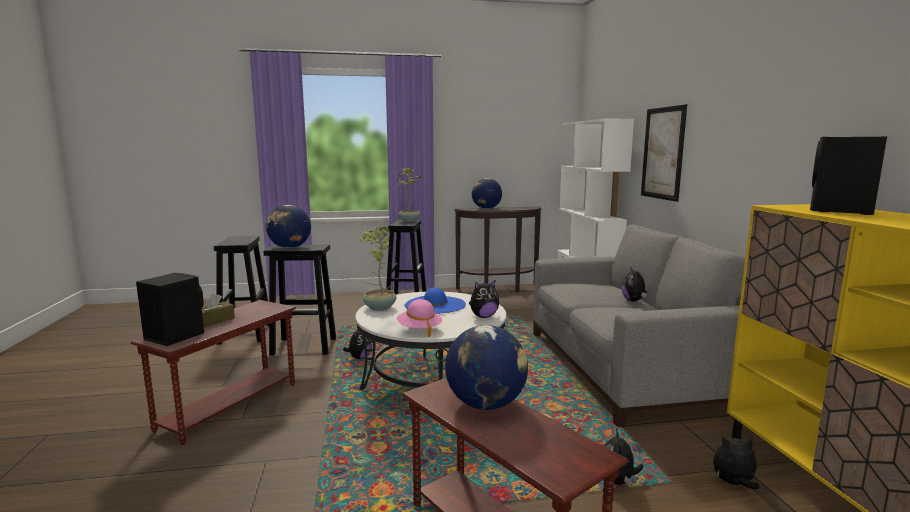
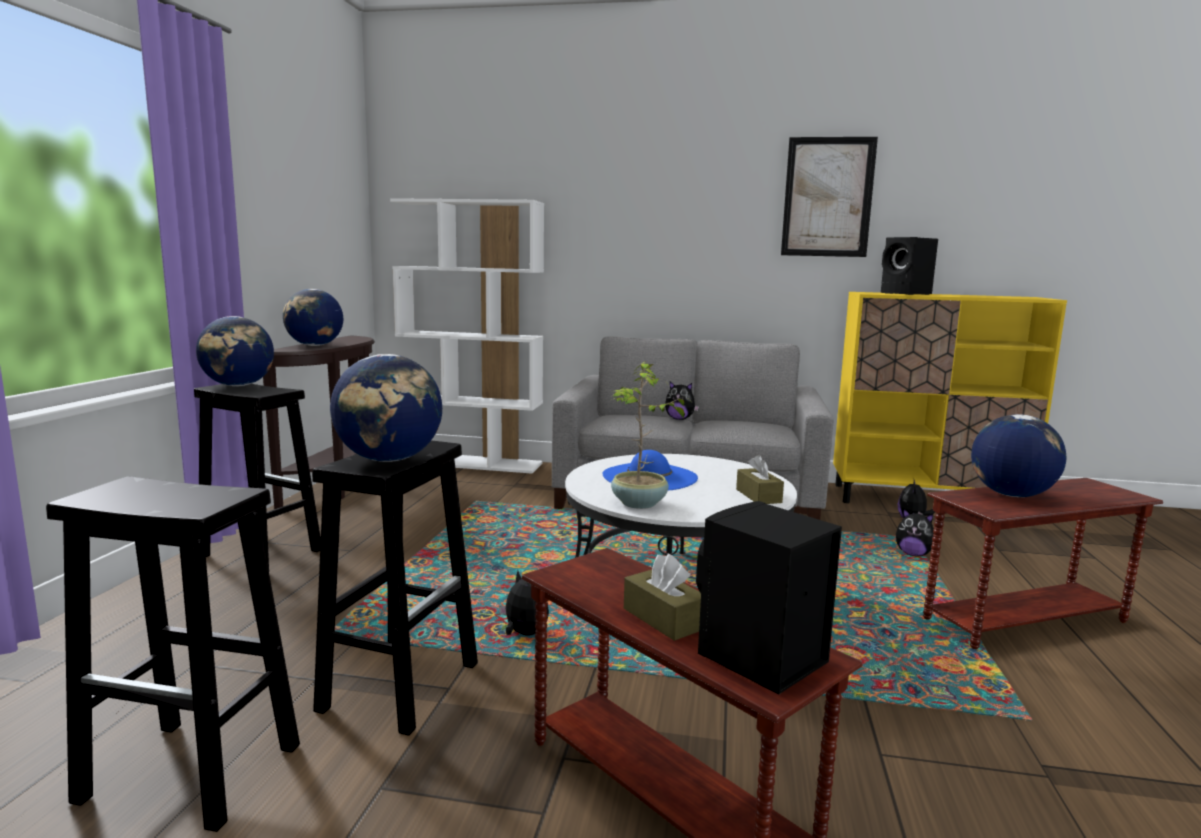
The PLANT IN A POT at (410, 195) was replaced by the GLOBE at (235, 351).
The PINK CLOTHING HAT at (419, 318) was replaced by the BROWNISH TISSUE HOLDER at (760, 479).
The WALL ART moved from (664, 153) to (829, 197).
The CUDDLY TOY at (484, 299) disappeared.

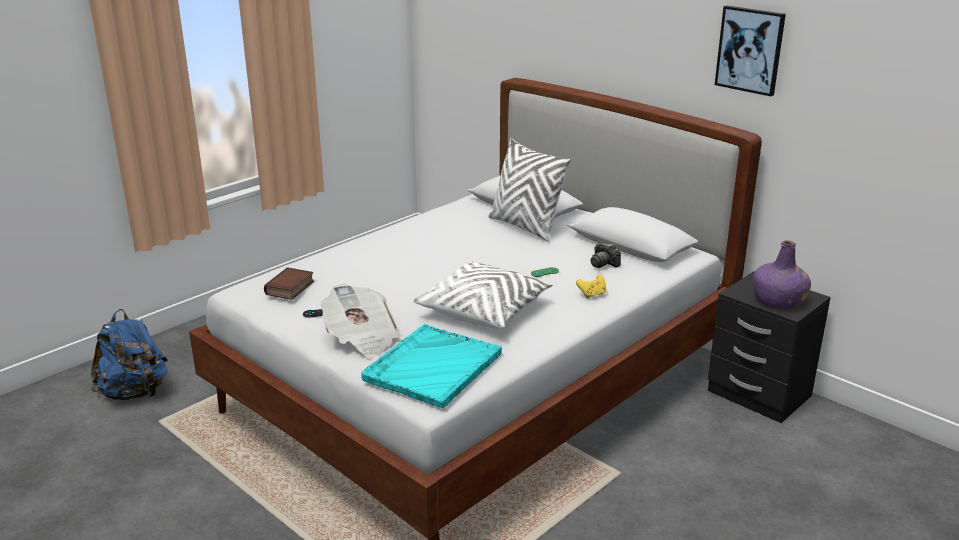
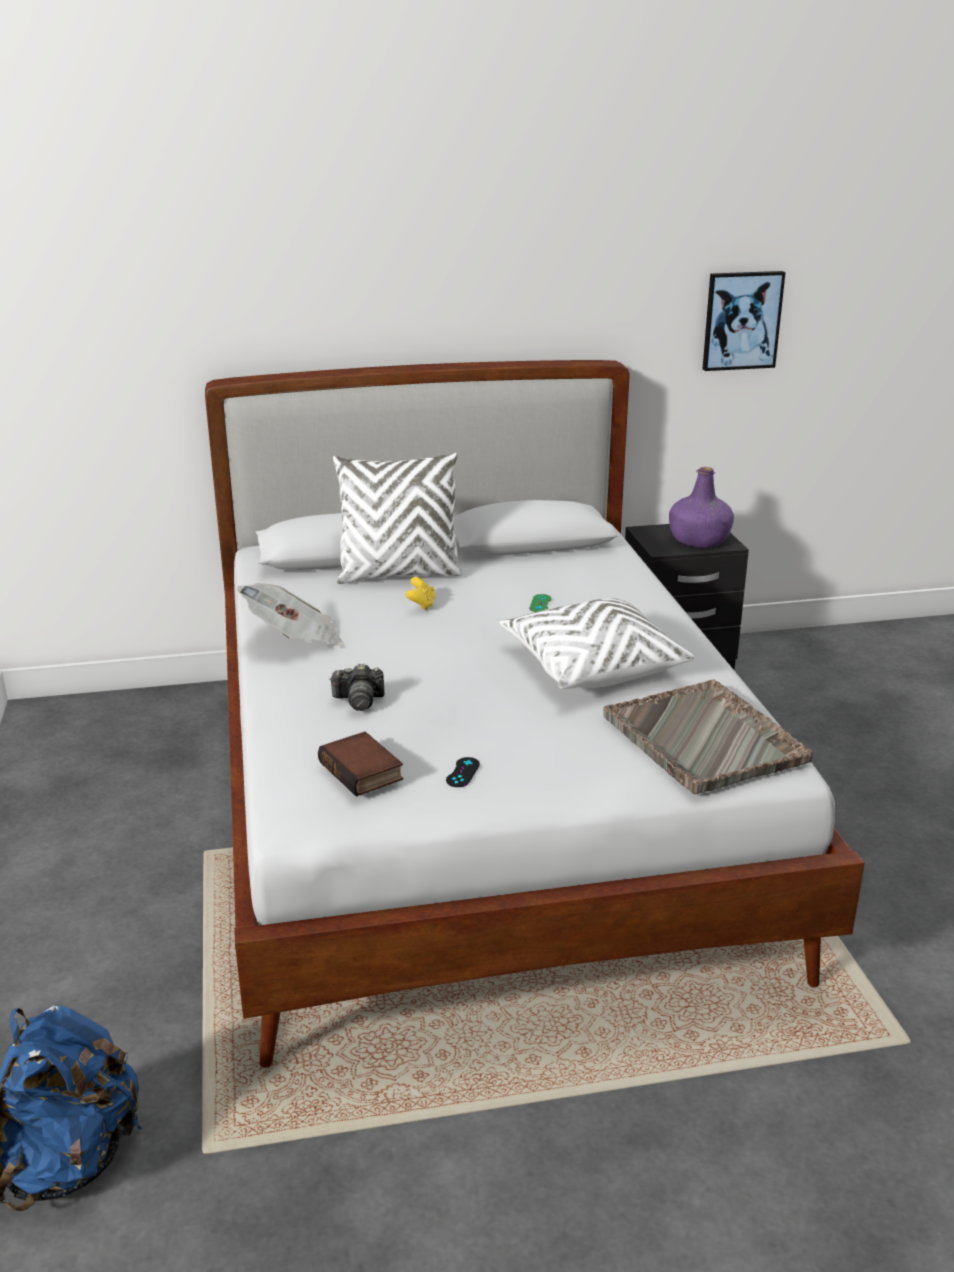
The NEWSPAPER moved from (360, 321) to (291, 614).
The PHOTO CAMERA moved from (606, 255) to (357, 687).
The YELLOW GAMEPAD moved from (591, 286) to (420, 593).
The BLUE-GREEN SERVING TRAY at (431, 366) became the GRAY SERVING TRAY at (708, 737).
The WALL ART moved from (750, 51) to (744, 321).

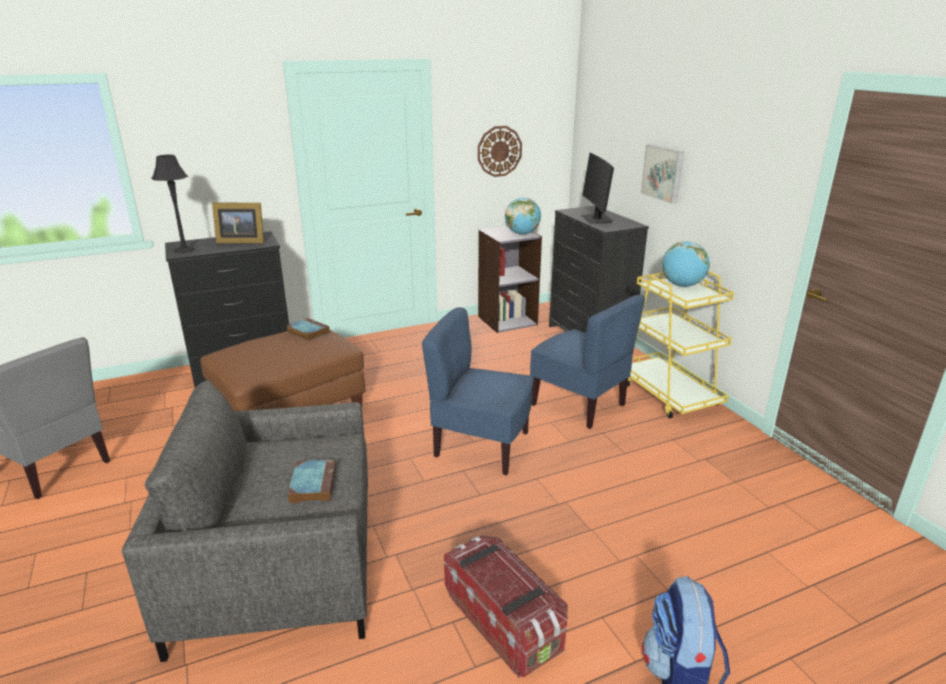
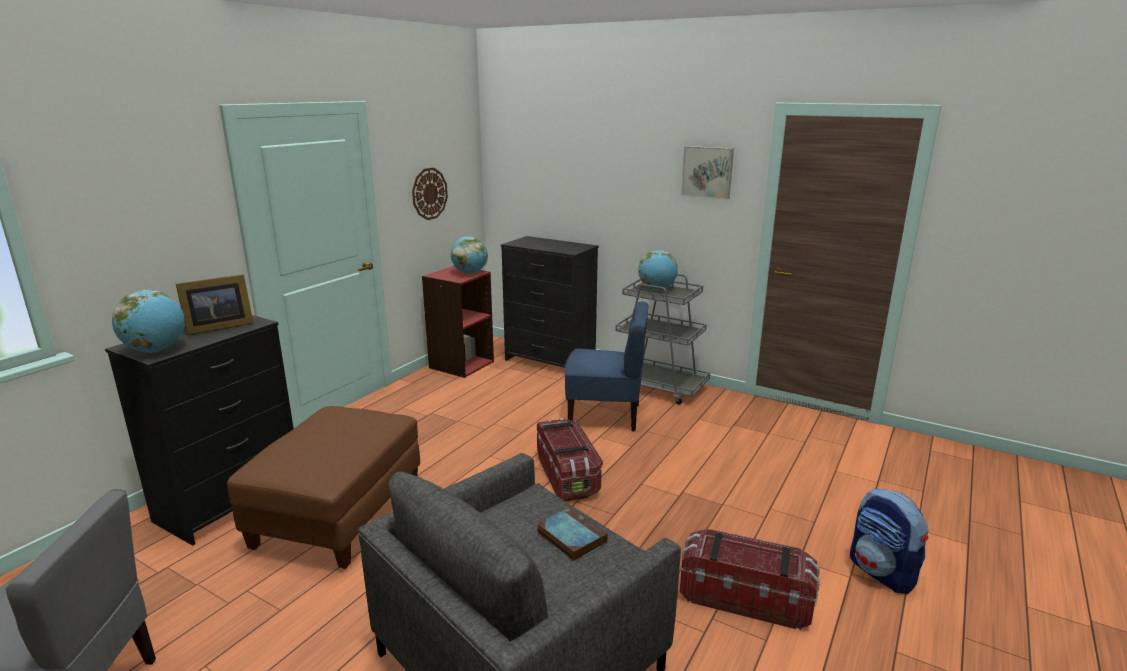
The BLACK TABLETOP LAMP at (173, 204) was replaced by the GLOBE at (148, 321).
The GRAY BOOKCASE at (510, 279) became the REDDISH BOOKCASE at (458, 322).
The BLUE-COLOURED CHAIR at (478, 391) was replaced by the STORAGE CONTAINER at (570, 459).
The YELLOW CART at (680, 344) became the GRAY CART at (662, 339).
The WALL ART moved from (662, 174) to (707, 172).
The BOOK at (308, 329) disappeared.
The COMPUTER DISPLAY at (597, 188) disappeared.

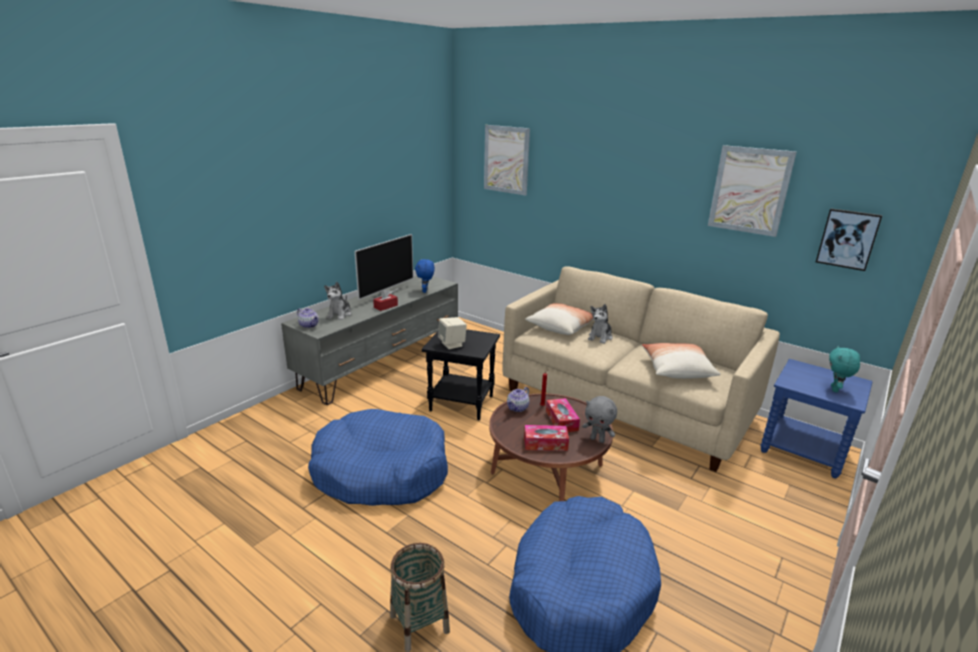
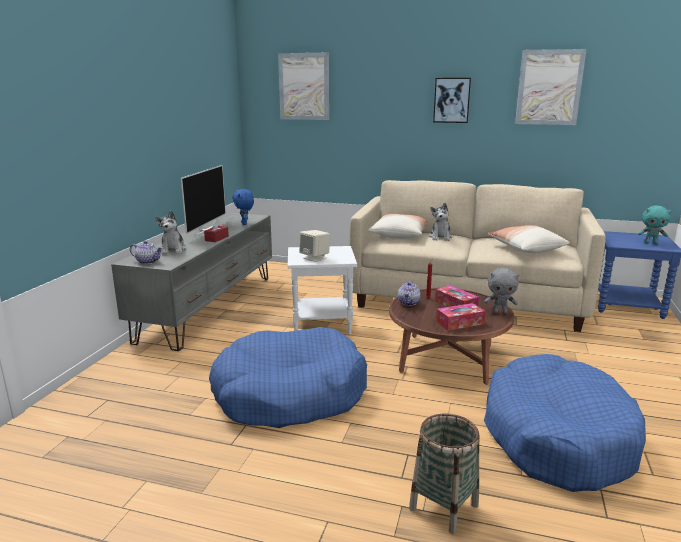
The BLACK END TABLE at (461, 374) became the WHITISH END TABLE at (322, 290).
The WALL ART moved from (849, 239) to (452, 100).
The BLUE-GREEN CUDDLY TOY at (844, 369) turned 75 degrees counterclockwise.

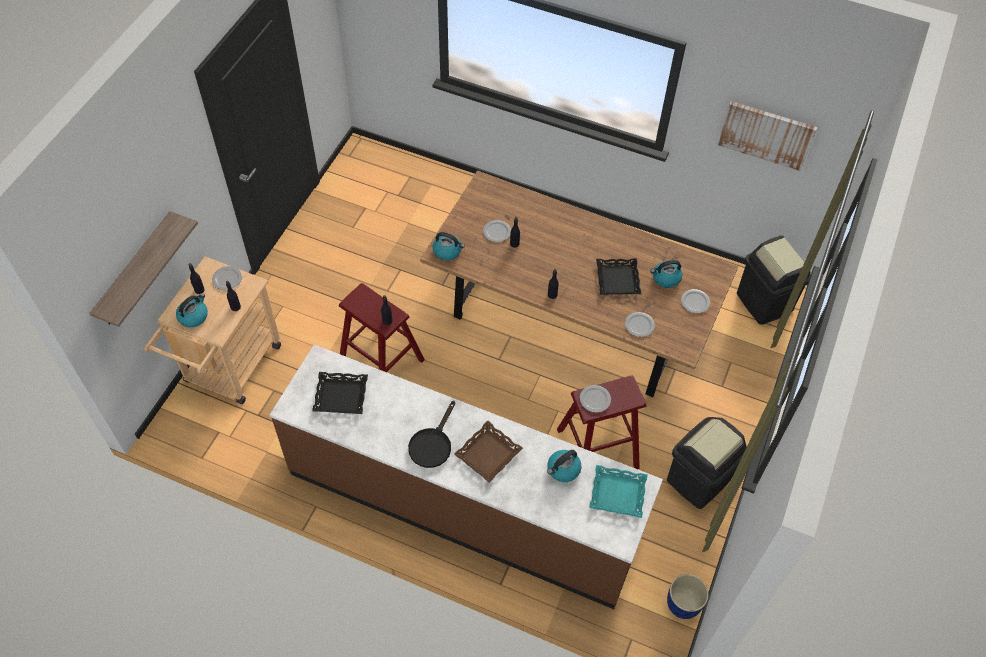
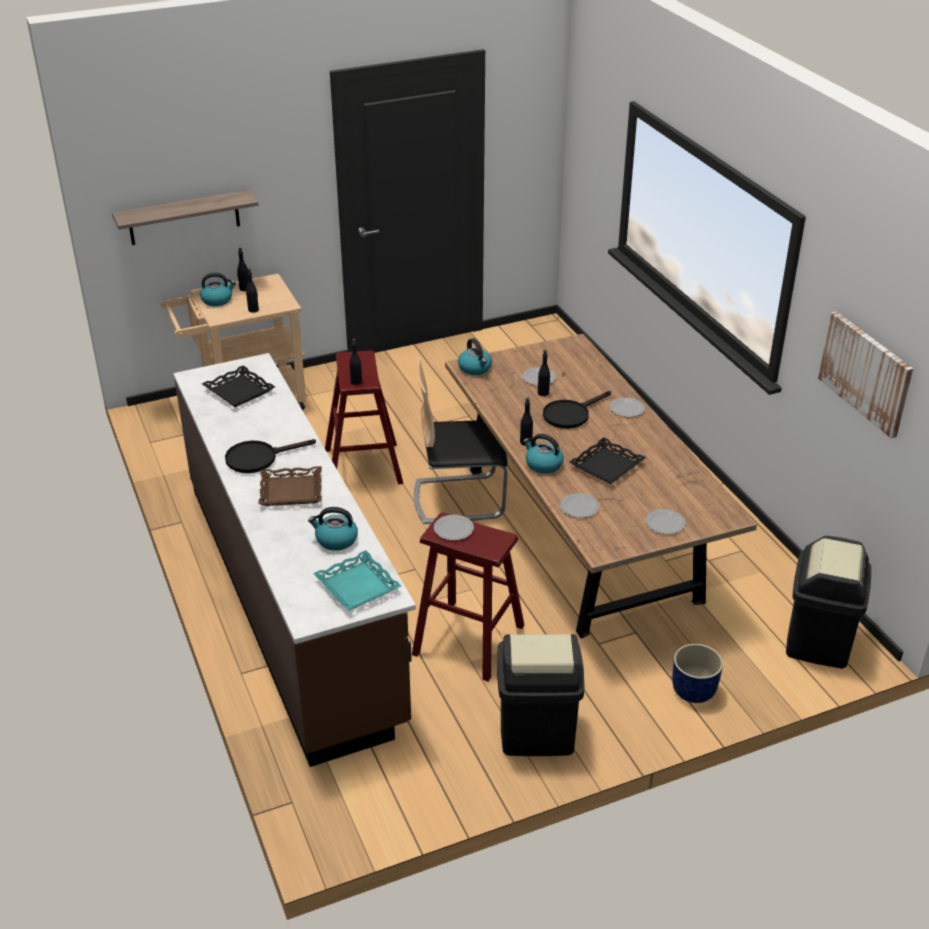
The CHAIR at (461, 441) appeared.
The TEA KETTLE moved from (666, 274) to (543, 454).
The BLACK FRYING PAN at (577, 410) appeared.
The FLAT DISH moved from (227, 278) to (627, 407).
The BLUE-COLOURED PLANTER moved from (688, 596) to (697, 673).

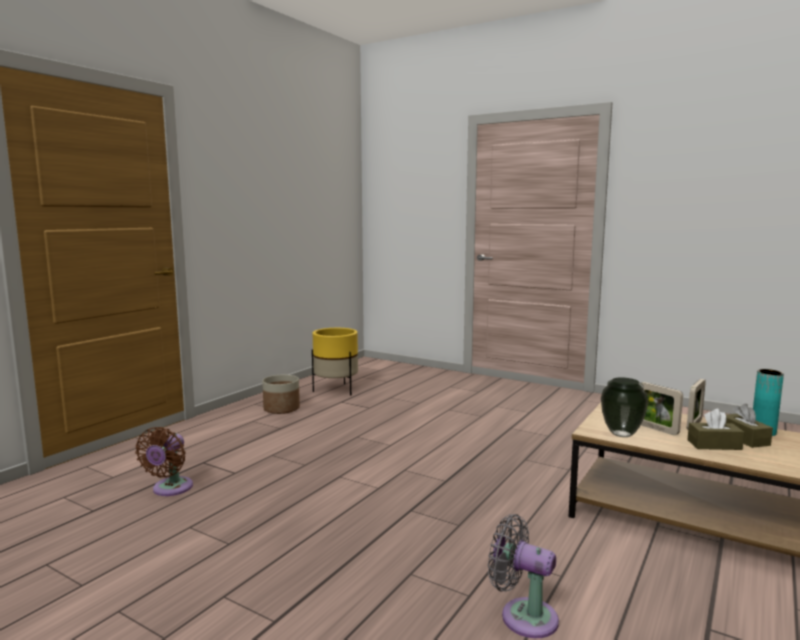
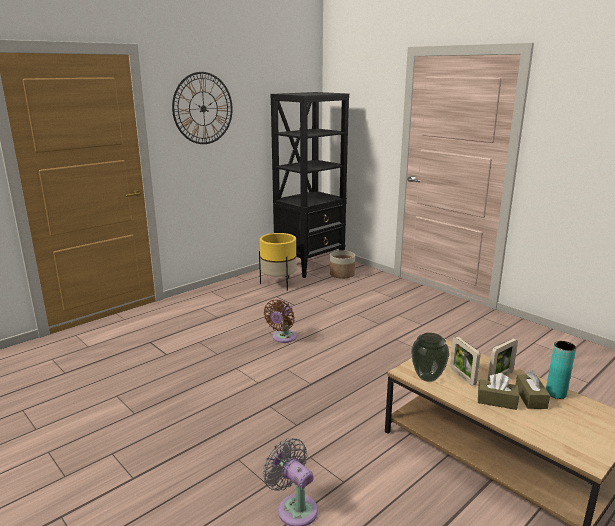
The WALL CLOCK at (202, 108) appeared.
The BROWNISH FAN moved from (164, 461) to (280, 321).
The BLACK BOOKCASE at (310, 185) appeared.
The PLANTER moved from (281, 394) to (342, 265).

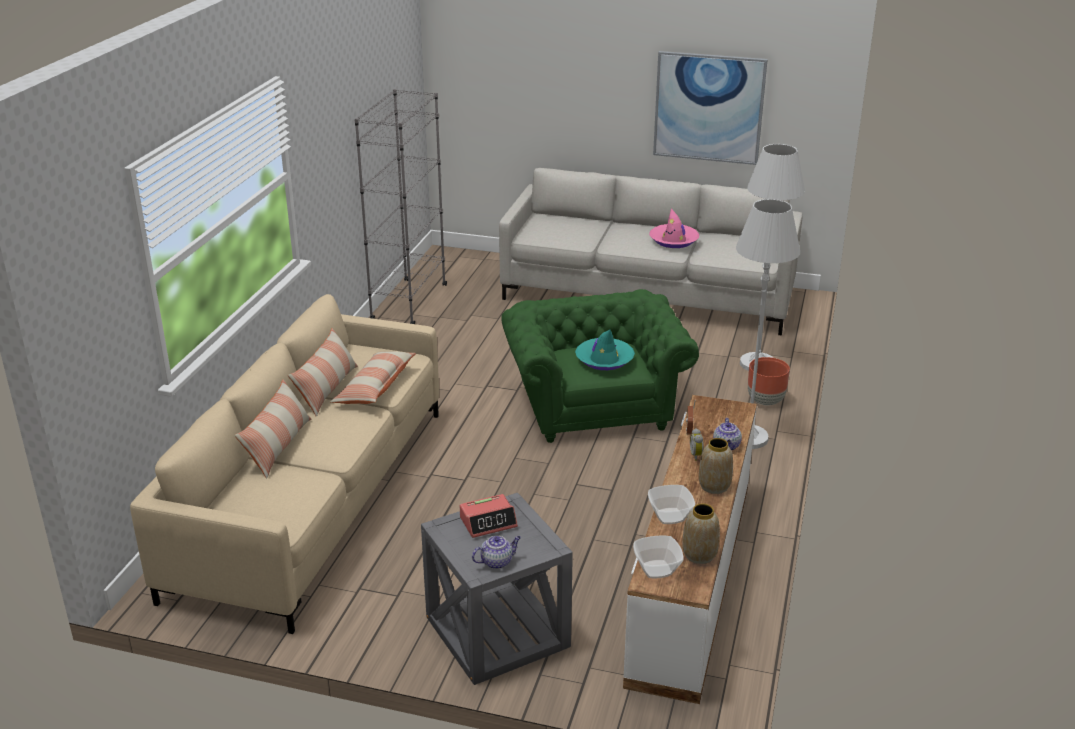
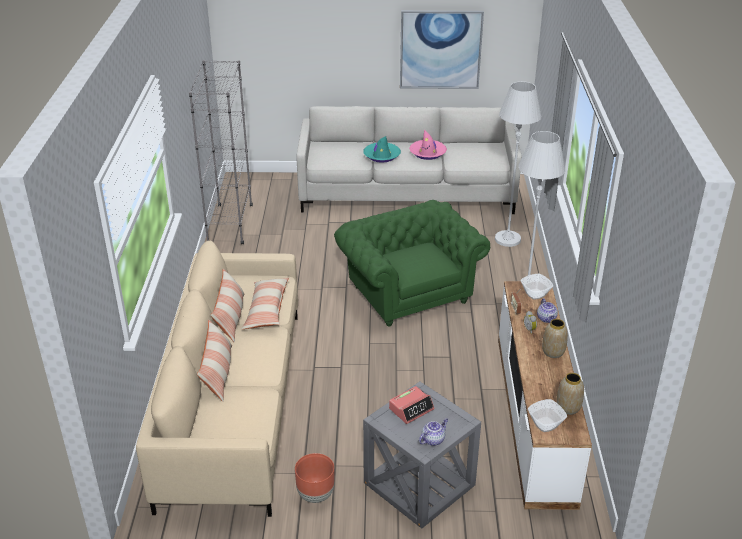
The BROWNISH PLANTER moved from (769, 381) to (315, 478).
The BLUE-GREEN CLOTHING HAT moved from (605, 350) to (382, 149).
The SERVING BOWL moved from (671, 504) to (537, 287).

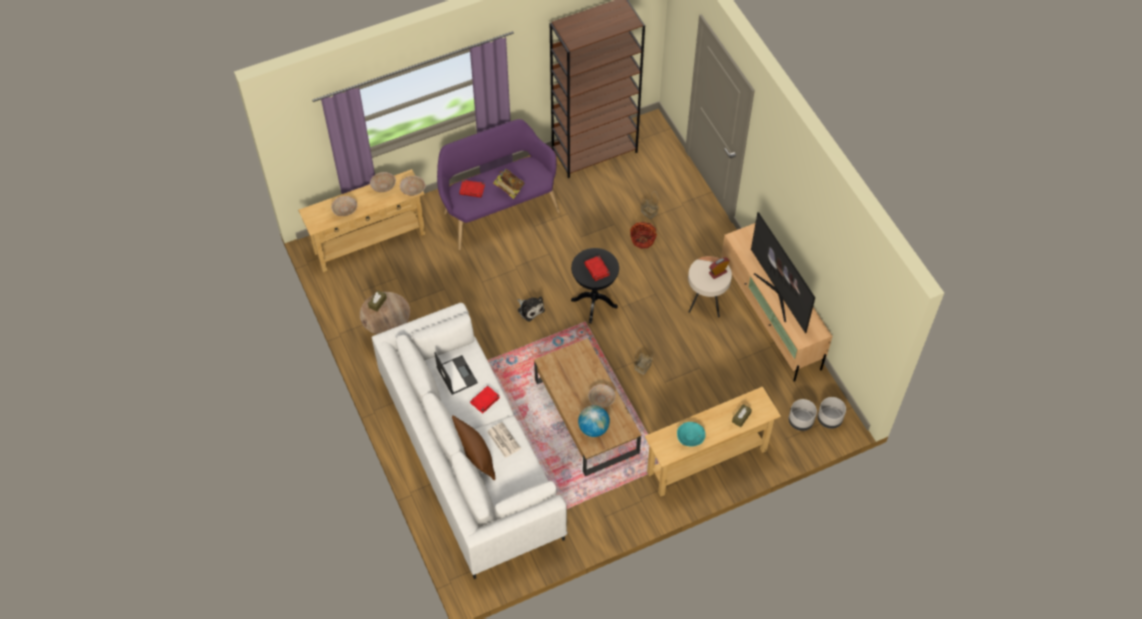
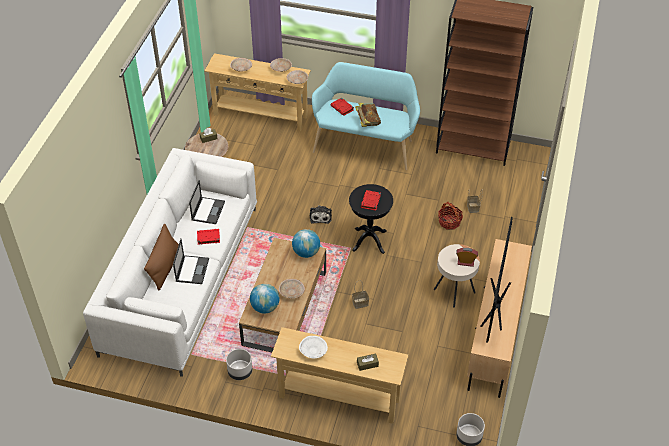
The NEWSPAPER at (504, 440) was replaced by the LAPTOP at (191, 261).
The GRAY PLANTER moved from (803, 415) to (239, 364).
The GLOBE at (306, 243) appeared.
The BLUE-GREEN SERVING BOWL at (691, 434) became the WHITISH SERVING BOWL at (313, 347).
The PURPLE-COLOURED BENCH at (498, 184) became the BLUE-GREEN BENCH at (366, 116).

